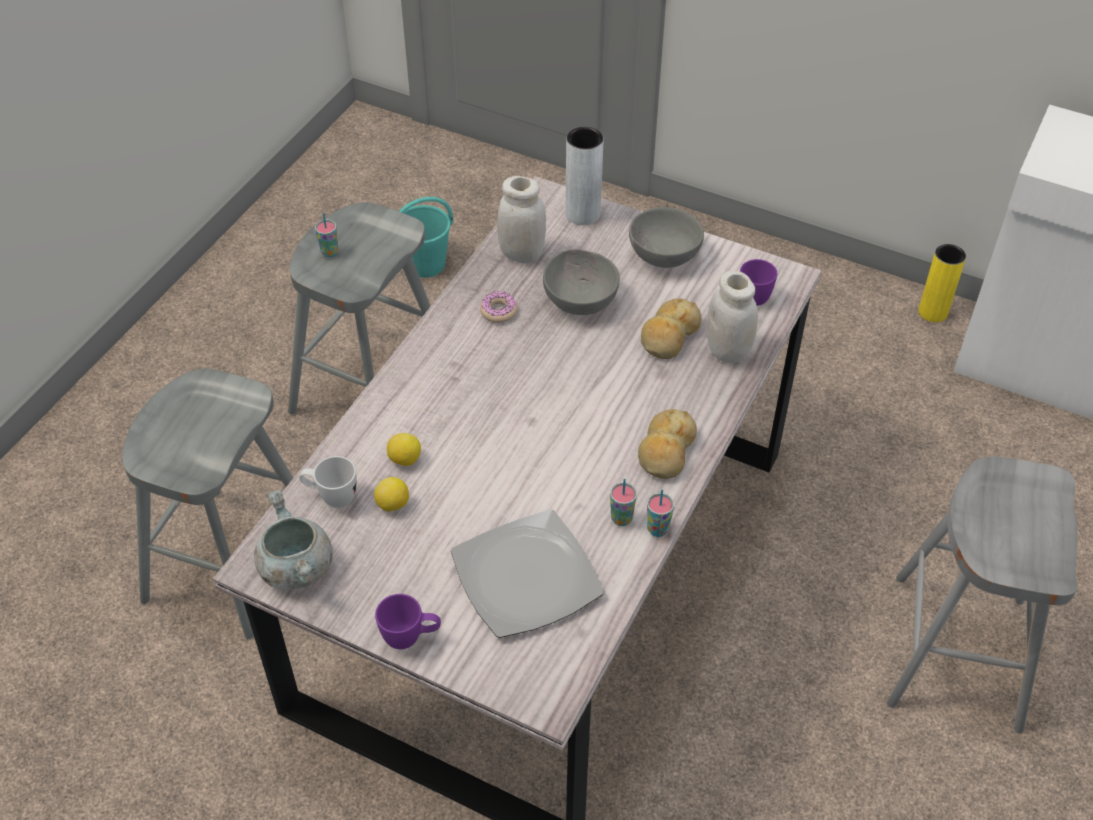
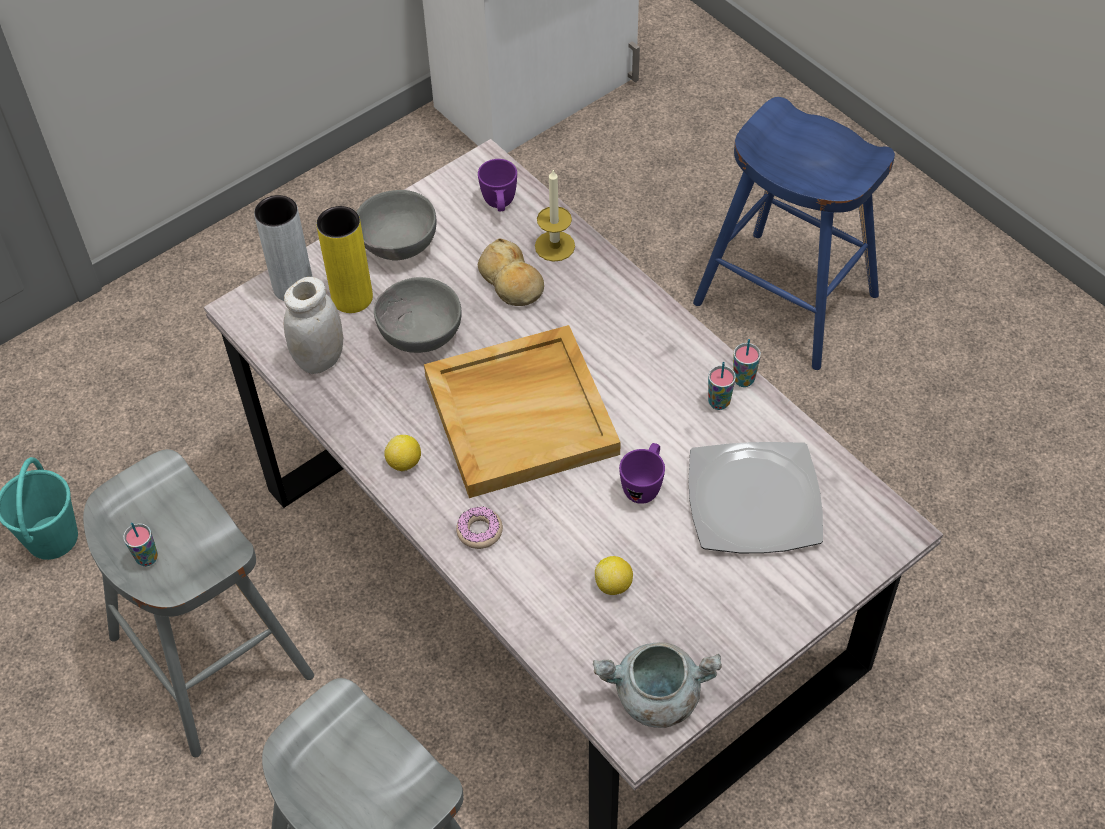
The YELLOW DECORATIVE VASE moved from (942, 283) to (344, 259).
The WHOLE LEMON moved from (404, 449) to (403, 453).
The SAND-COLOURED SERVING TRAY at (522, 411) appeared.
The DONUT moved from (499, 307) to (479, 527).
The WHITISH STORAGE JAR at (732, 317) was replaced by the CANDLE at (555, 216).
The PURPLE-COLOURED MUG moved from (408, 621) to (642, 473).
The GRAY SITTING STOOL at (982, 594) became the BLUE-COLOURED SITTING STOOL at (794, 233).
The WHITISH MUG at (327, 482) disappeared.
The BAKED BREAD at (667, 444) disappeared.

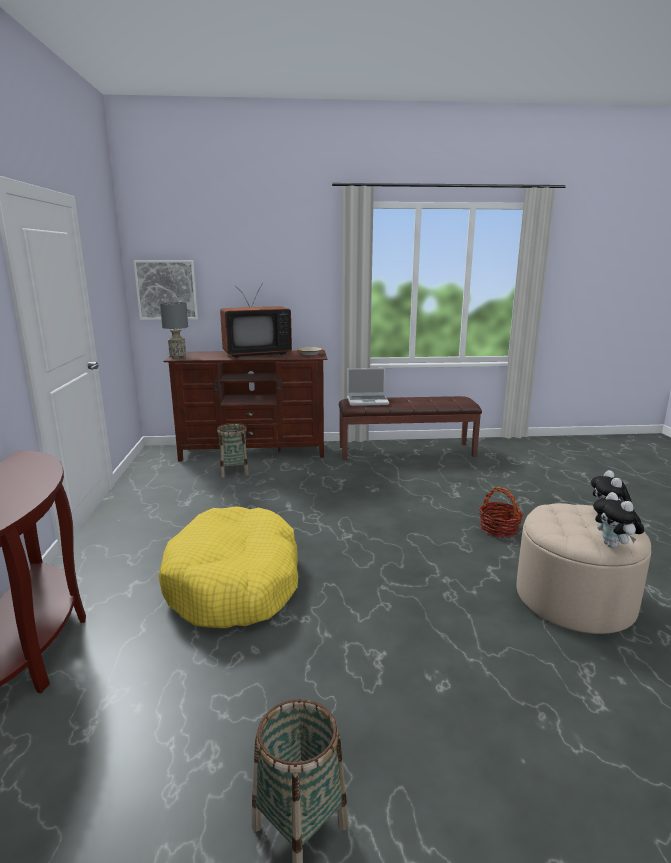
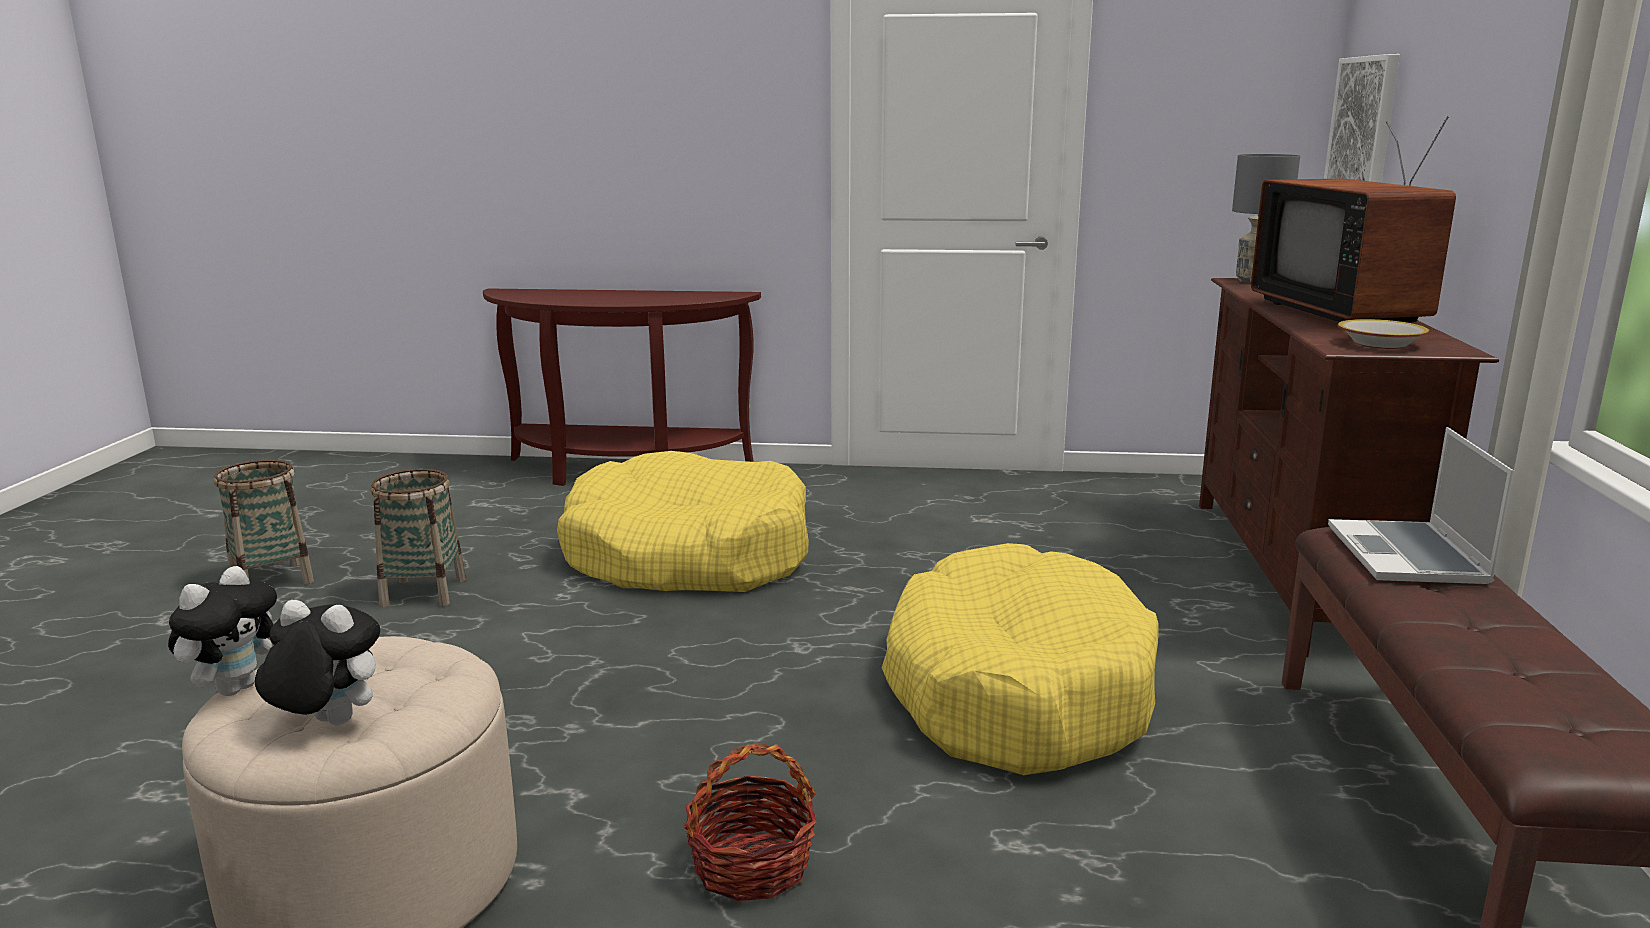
The CUDDLY TOY at (618, 520) turned 120 degrees clockwise.
The STORAGE BASKET moved from (233, 450) to (418, 538).
The YELLOW DOG BED at (1020, 659) appeared.

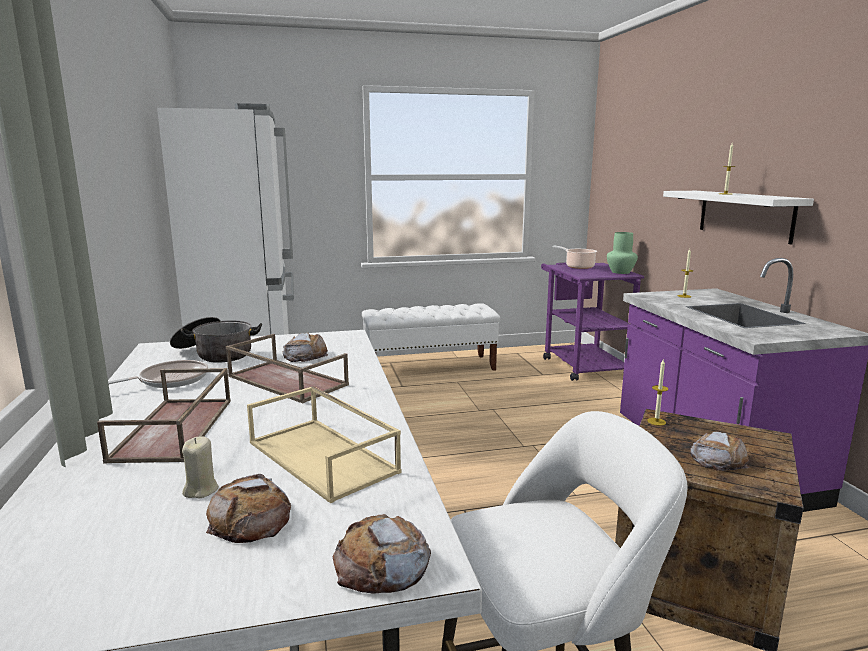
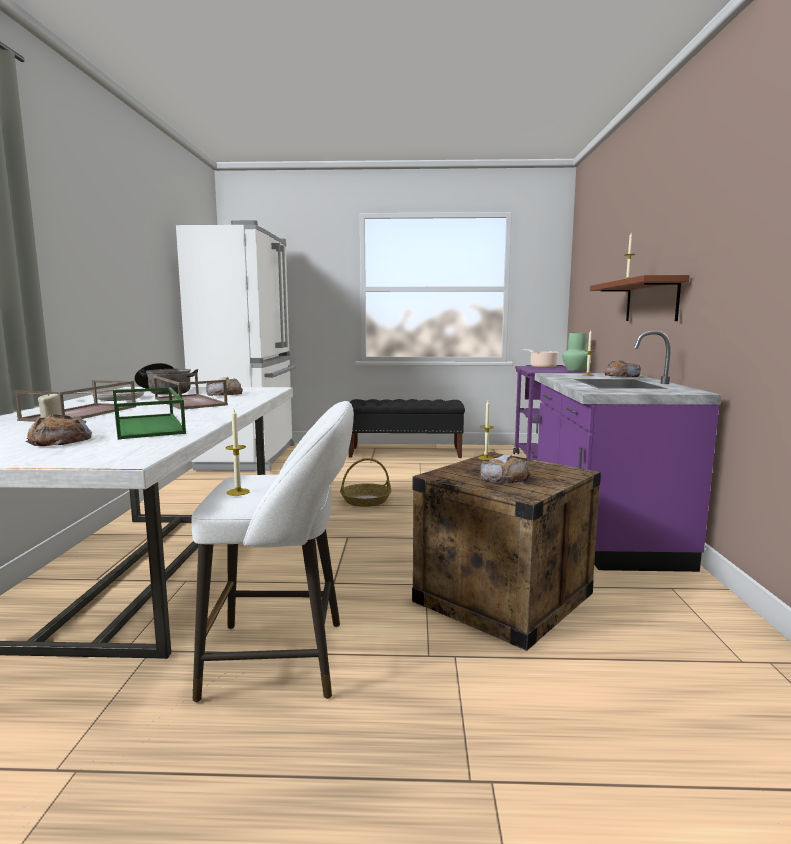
The SAND-COLOURED SERVING TRAY at (324, 444) became the GREEN SERVING TRAY at (149, 413).
The CANDLE at (238, 452) appeared.
The STORAGE BASKET at (365, 482) appeared.
The WHITISH BENCH at (431, 337) became the BLACK BENCH at (407, 428).
The WHITISH SHELF at (738, 217) became the BROWNISH SHELF at (639, 298).
The BAKED BREAD moved from (382, 554) to (622, 368).

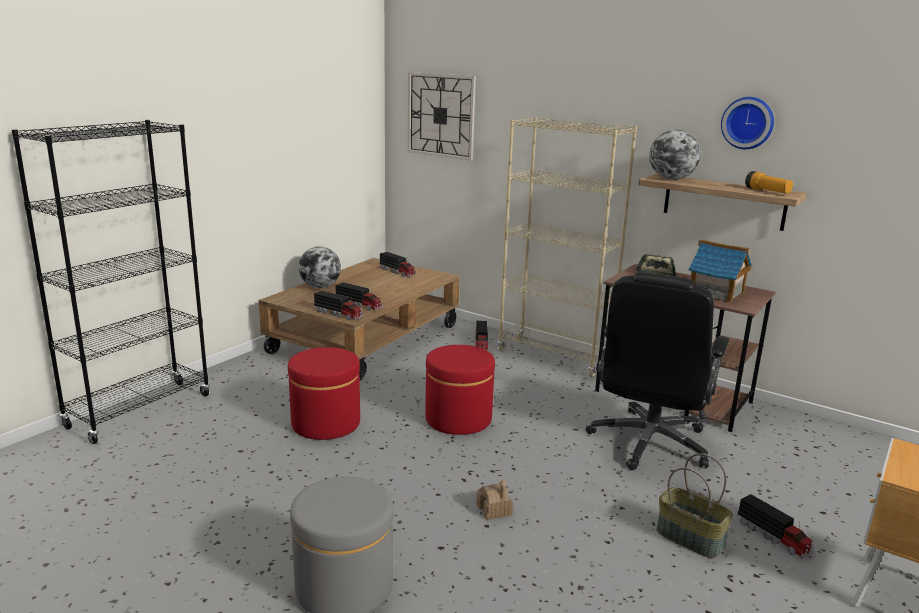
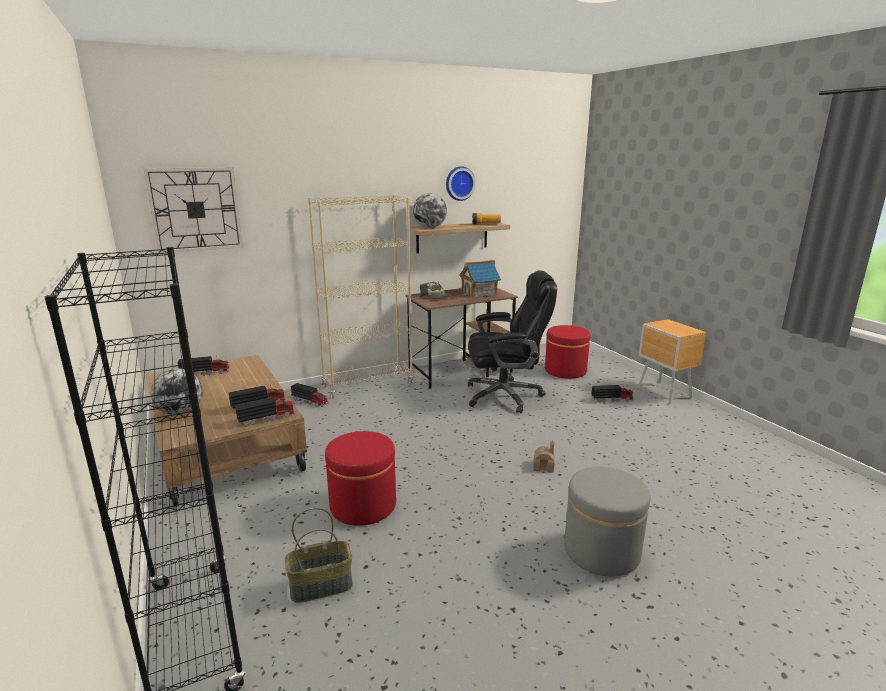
The STORAGE BASKET moved from (694, 505) to (319, 555).
The BLACK OFFICE CHAIR at (657, 371) turned 60 degrees counterclockwise.
The REDDISH FOOTREST moved from (460, 390) to (567, 352).

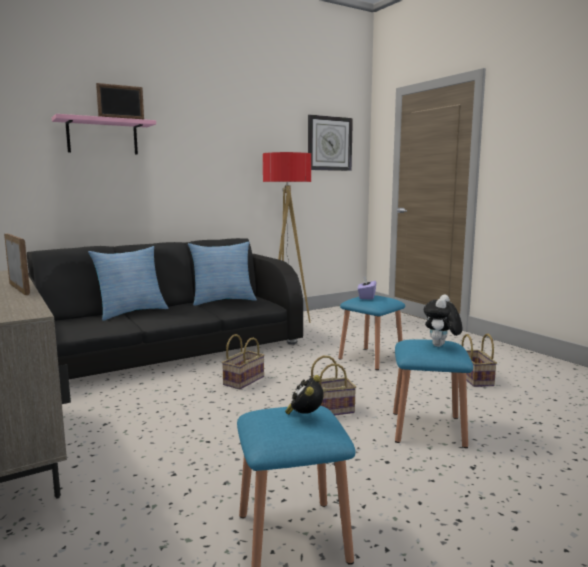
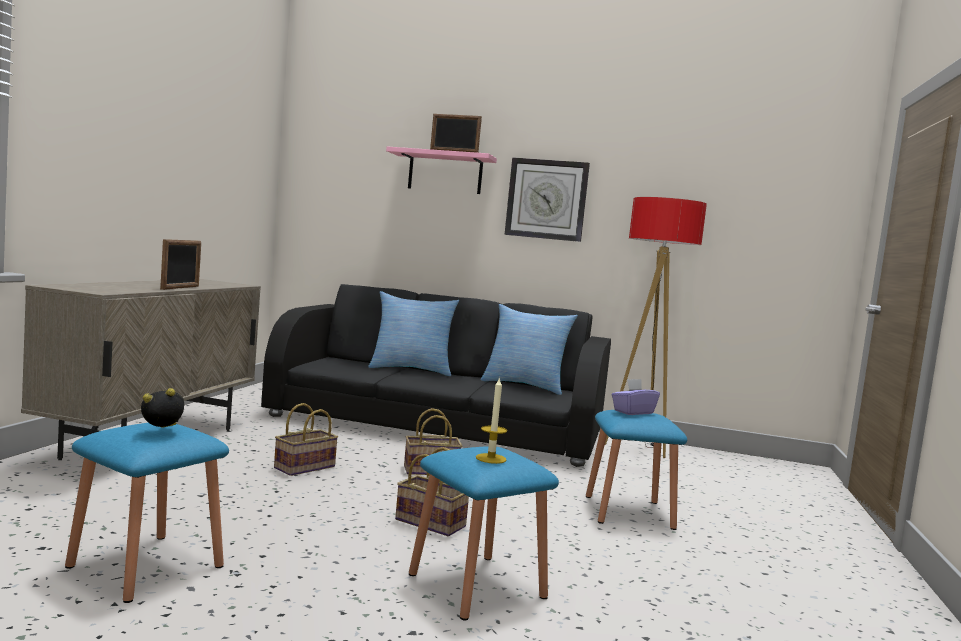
The STORAGE BASKET moved from (479, 360) to (306, 439).
The CUDDLY TOY at (443, 320) was replaced by the CANDLE at (491, 420).
The WALL CLOCK moved from (330, 143) to (547, 199).

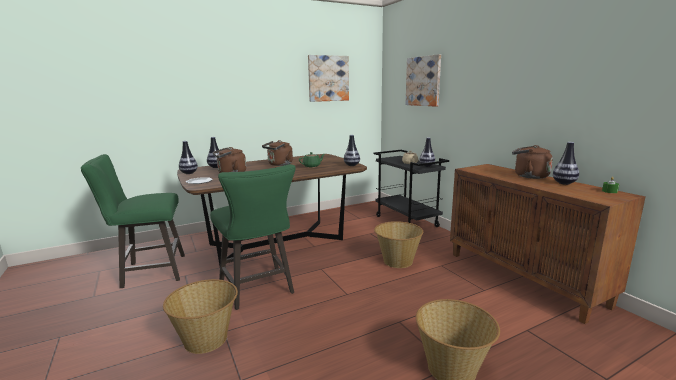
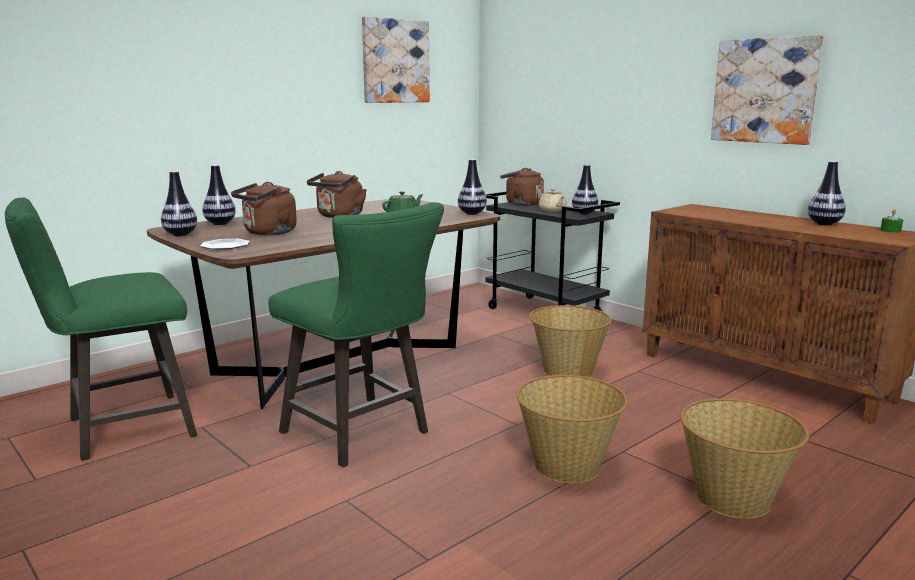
The BROWNISH TEA KETTLE moved from (532, 162) to (522, 187).
The STORAGE BASKET moved from (200, 316) to (572, 429).
The WALL ART moved from (423, 80) to (767, 90).

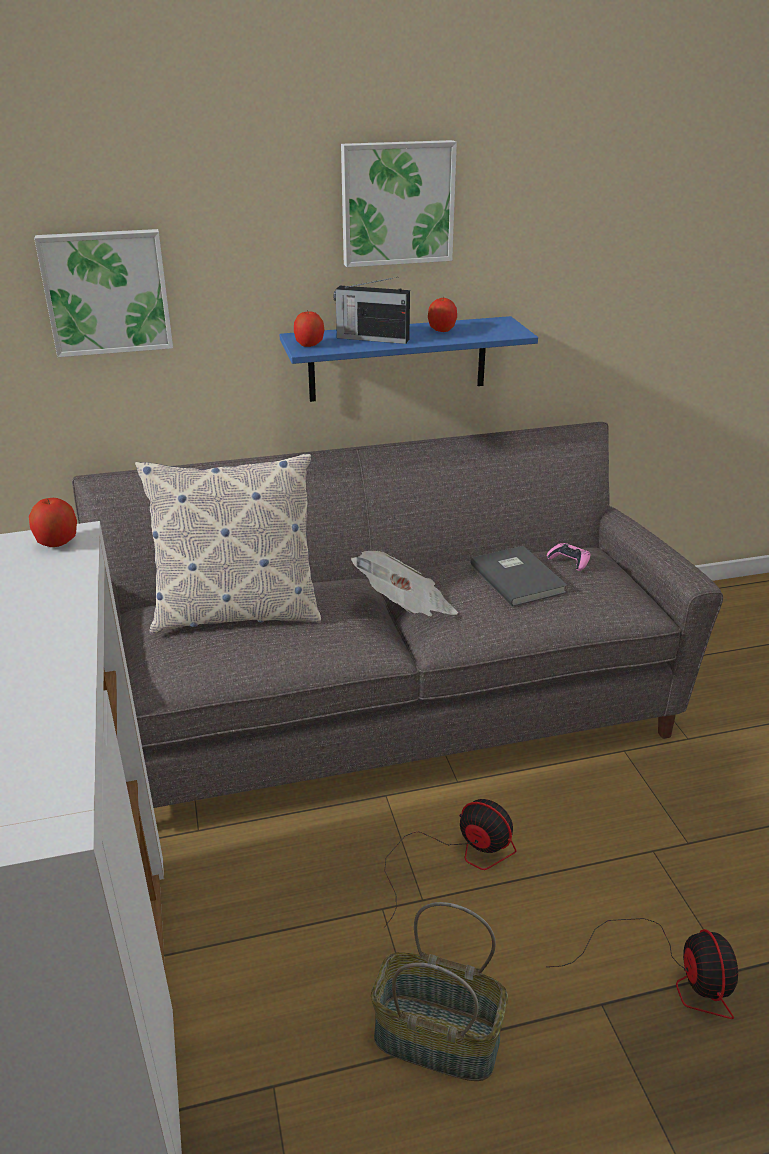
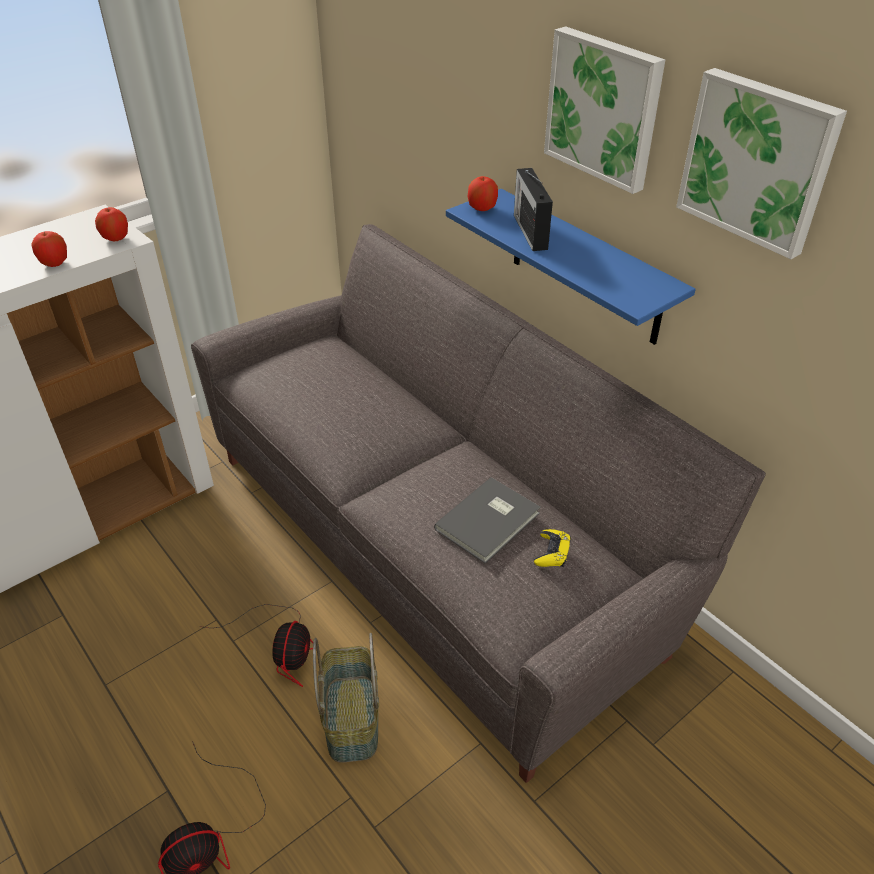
The WHOLE APPLE moved from (442, 315) to (49, 249).
The STORAGE BASKET moved from (439, 991) to (346, 698).
The PINK GAMEPAD at (569, 557) became the YELLOW GAMEPAD at (552, 548).
The WALL ART moved from (103, 293) to (761, 163).
The THROW PILLOW at (228, 544) disappeared.
The NEWSPAPER at (404, 584) disappeared.

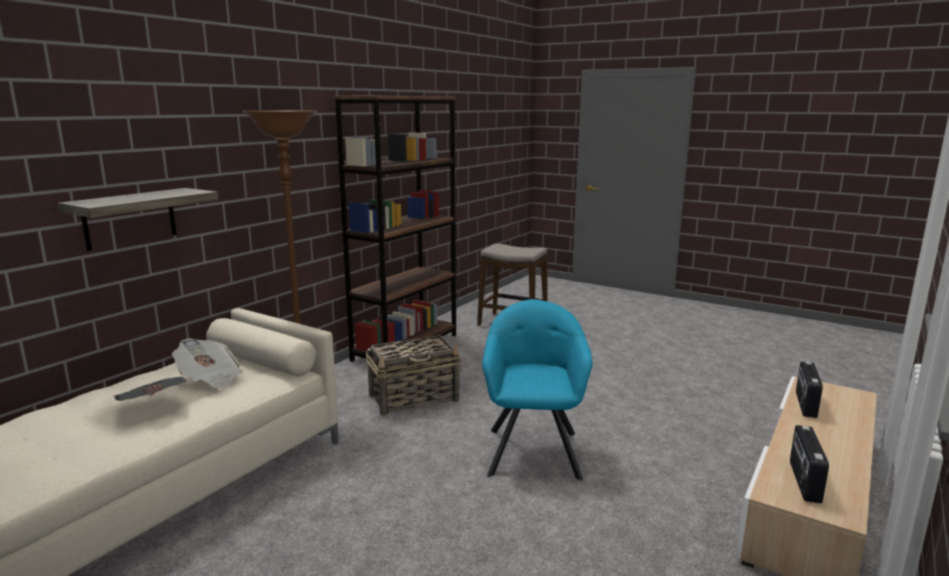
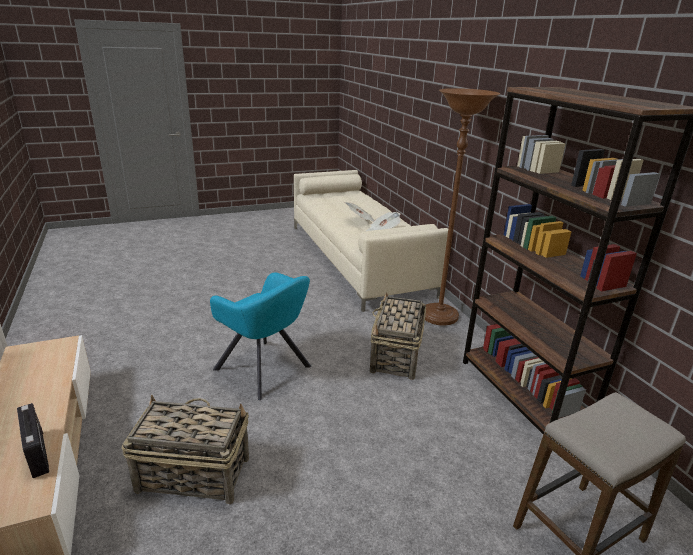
The STORAGE BASKET at (185, 449) appeared.
The SHELF at (138, 219) disappeared.
The RADIO SET at (809, 464) disappeared.

